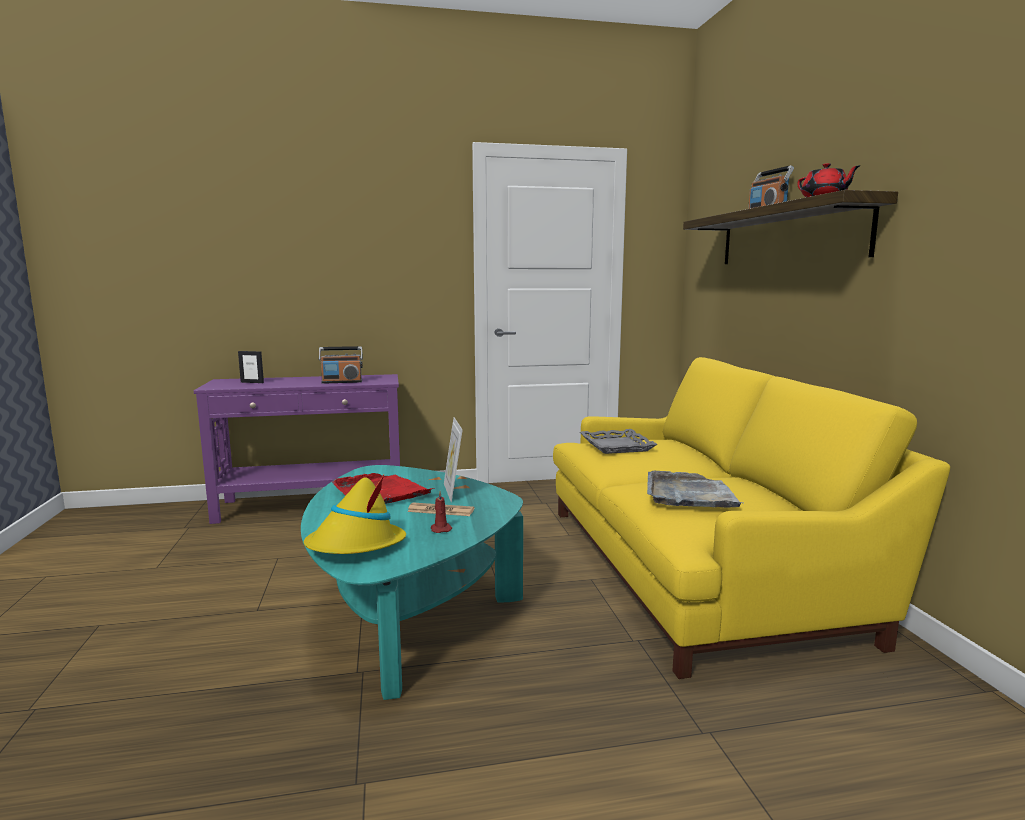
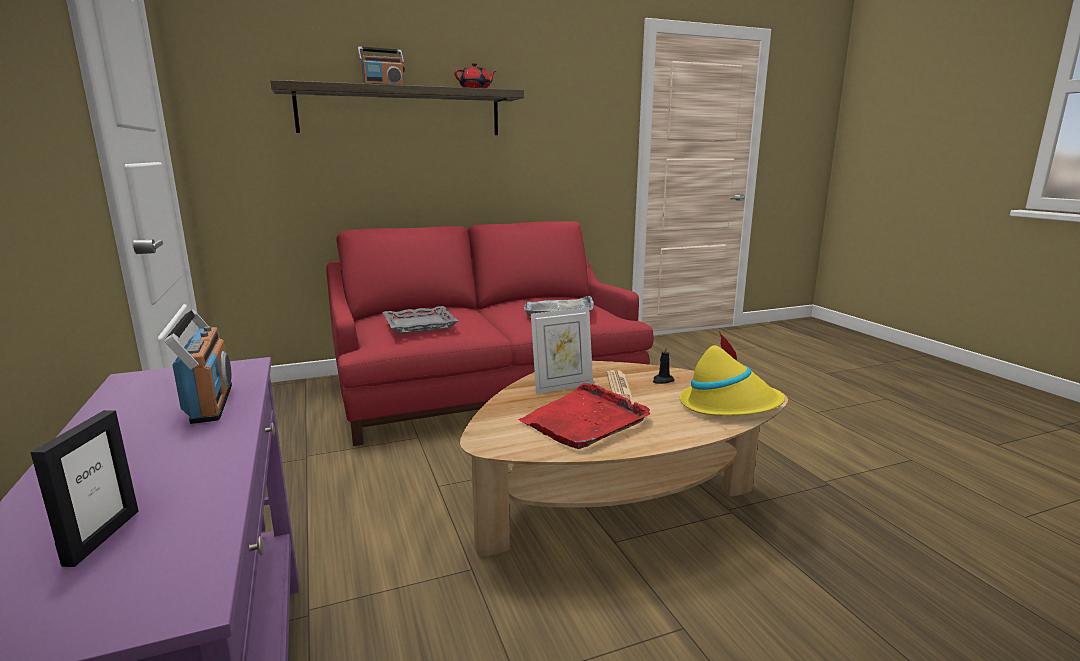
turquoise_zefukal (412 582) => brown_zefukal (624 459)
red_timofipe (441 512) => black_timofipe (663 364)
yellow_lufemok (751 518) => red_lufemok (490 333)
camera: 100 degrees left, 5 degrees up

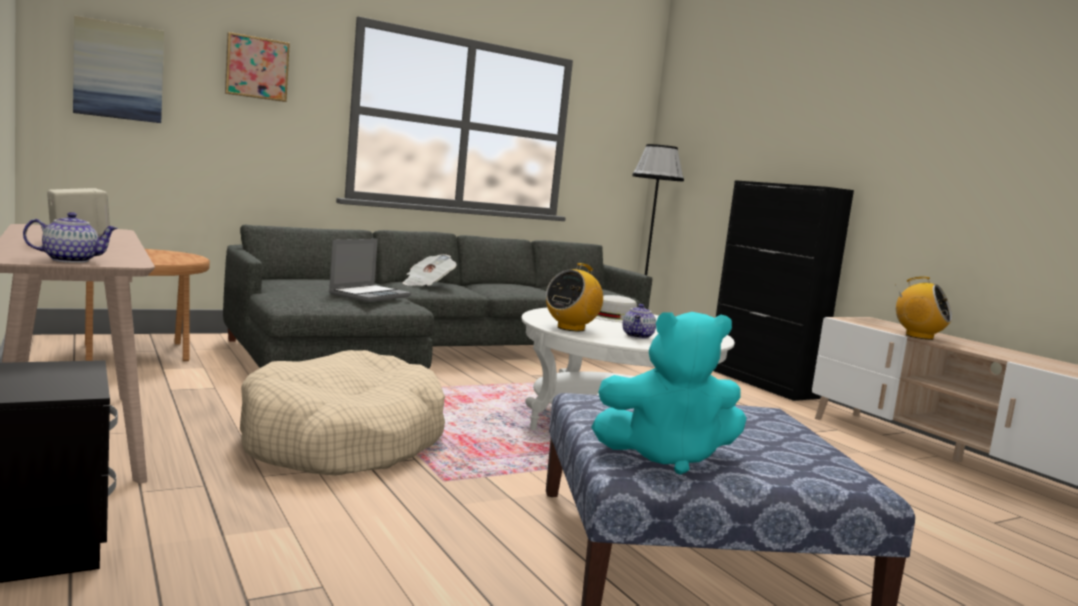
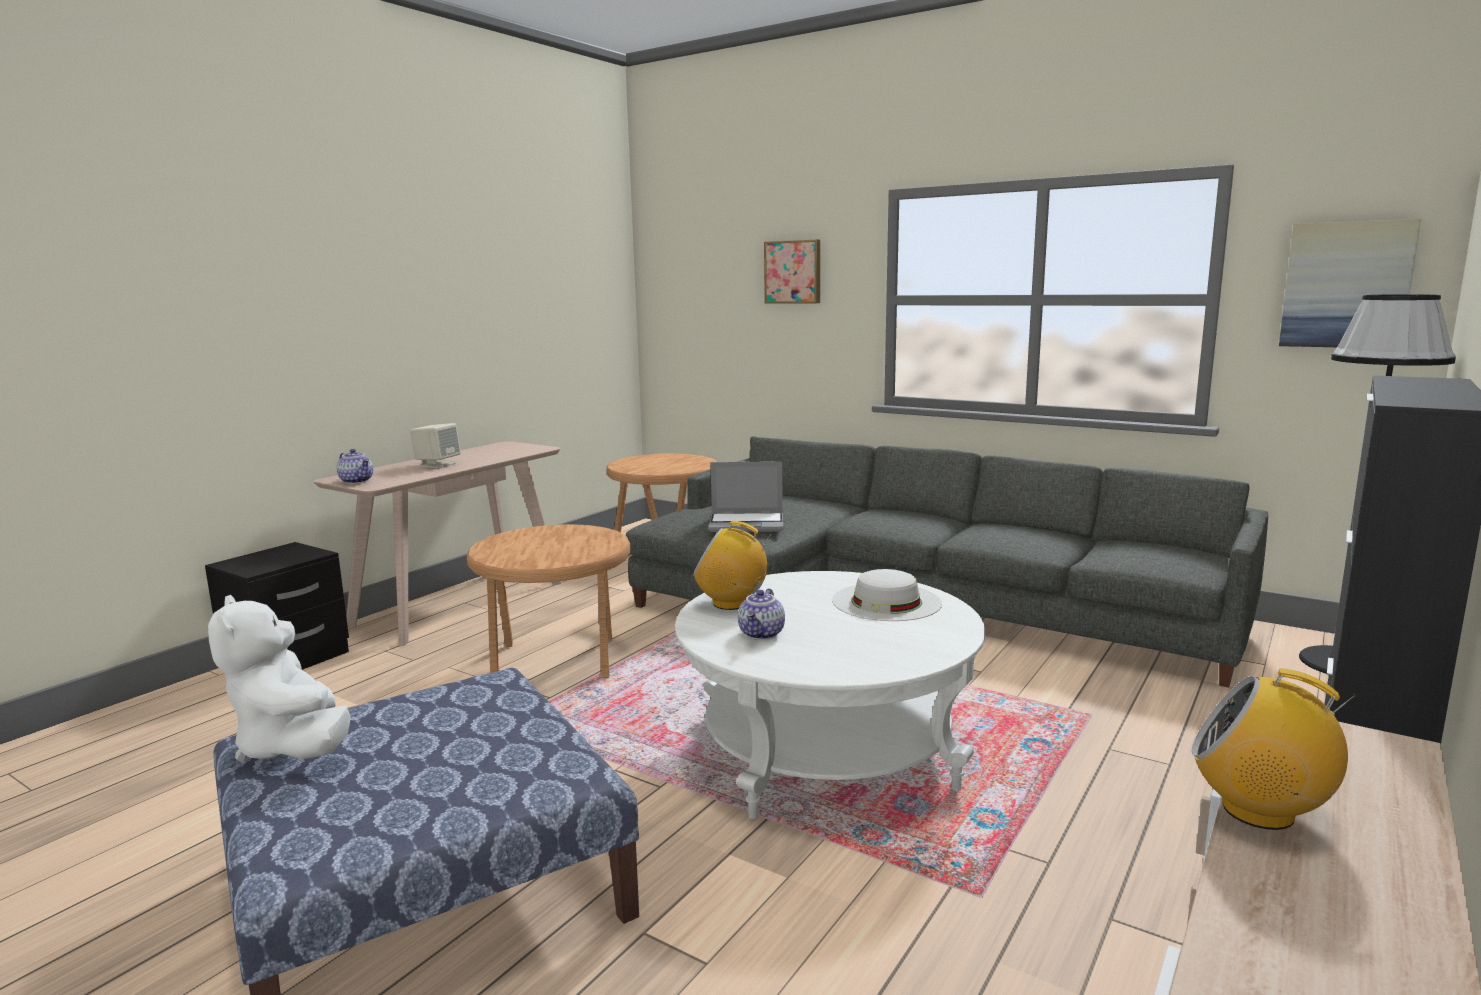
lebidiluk (429 270) => nothing
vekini (118 69) => vekini (1350 283), move
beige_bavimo (342 413) => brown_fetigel (549 601)
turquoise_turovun (669 393) => white_turovun (279 678)
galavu (639 321) => galavu (761 614), 60 degrees counterclockwise
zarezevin (923 308) => zarezevin (1274 749), 105 degrees clockwise
camera: 65 degrees right, 5 degrees up

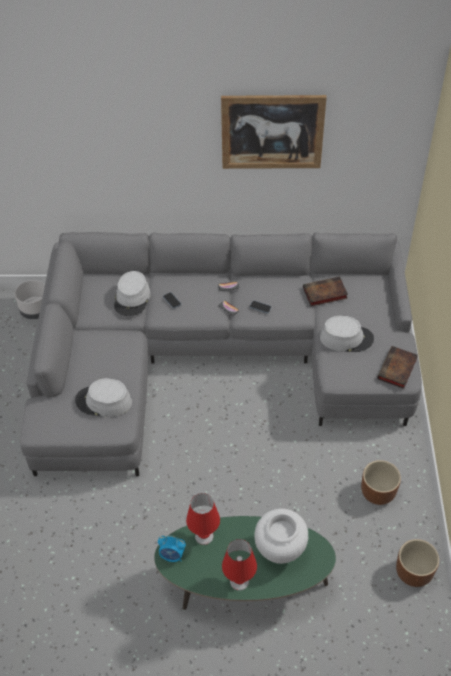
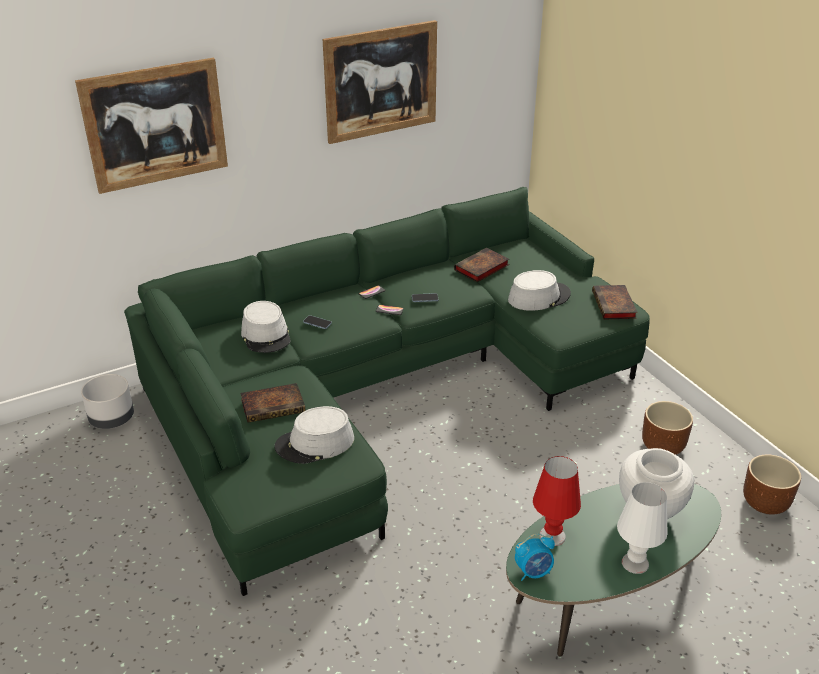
nothing => vekini (151 125)
nothing => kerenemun (273 403)
grey_lufemok (221 354) => green_lufemok (387 391)
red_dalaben (239 565) => white_dalaben (642 528)
camera: 30 degrees left, 15 degrees down

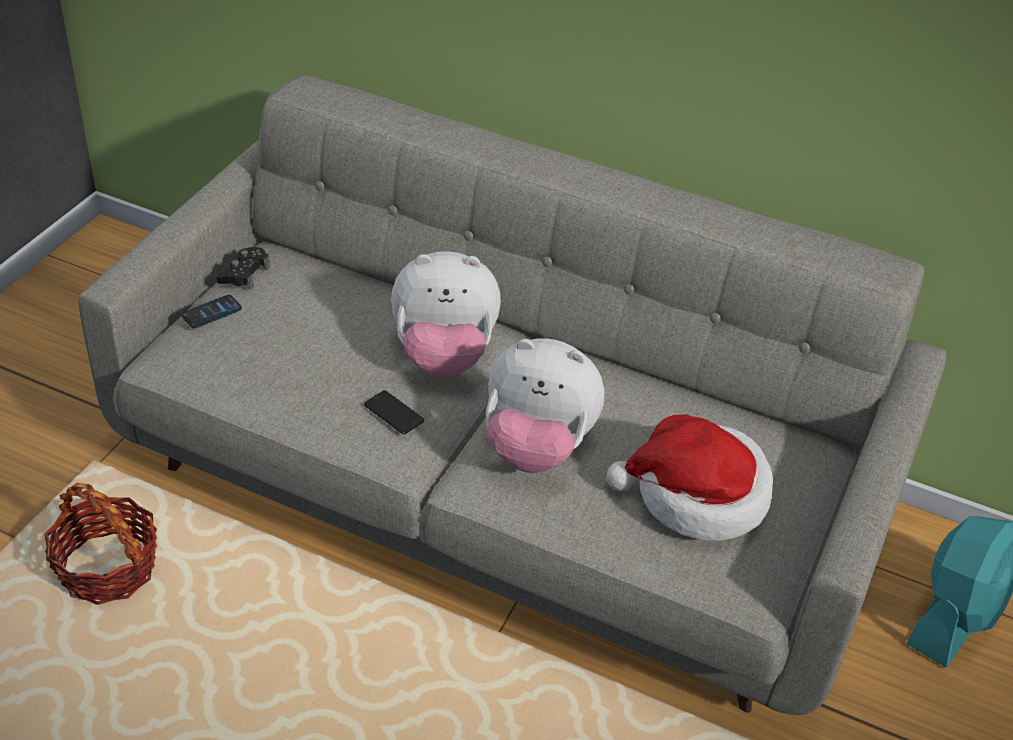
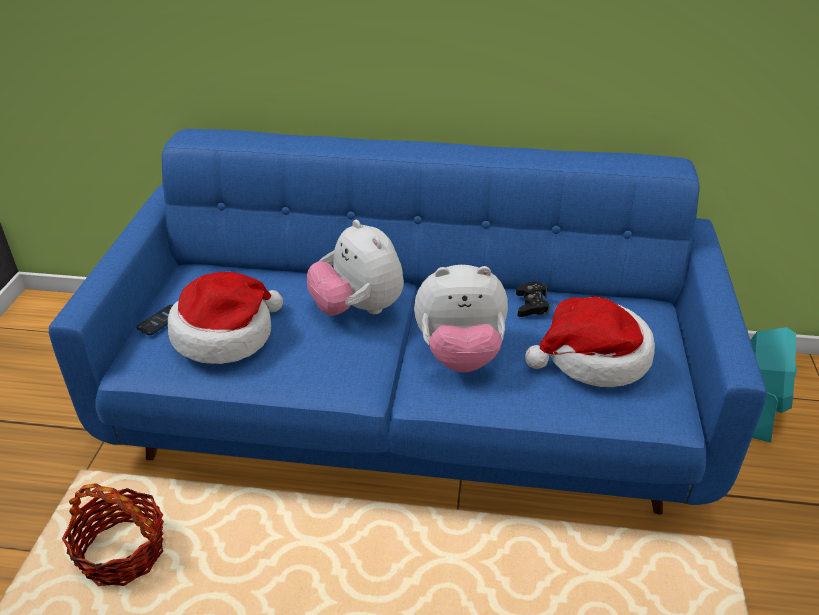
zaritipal (394 412) => nothing
nothing => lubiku (225 318)
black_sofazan (243 268) => black_sofazan (533 299), move
grey_lufemok (512 395) => blue_lufemok (408 322)
turovun (446 314) => turovun (355 268), 75 degrees clockwise
camera: 15 degrees left, 5 degrees down

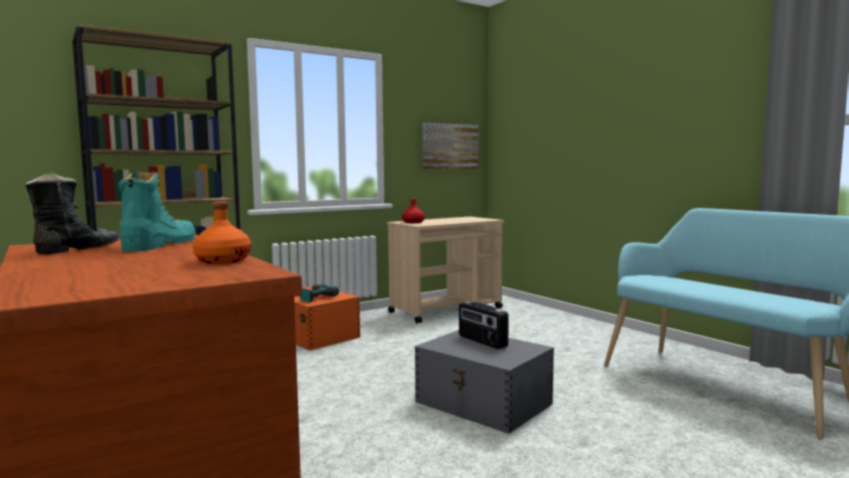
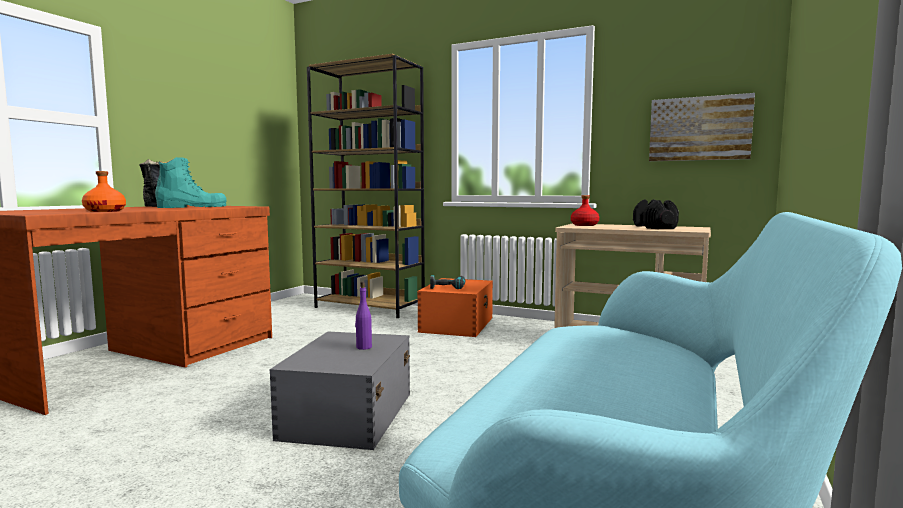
nothing => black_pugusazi (656 214)
zarezevin (484 325) => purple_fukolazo (363 316)
camera: 60 degrees right, 0 degrees up

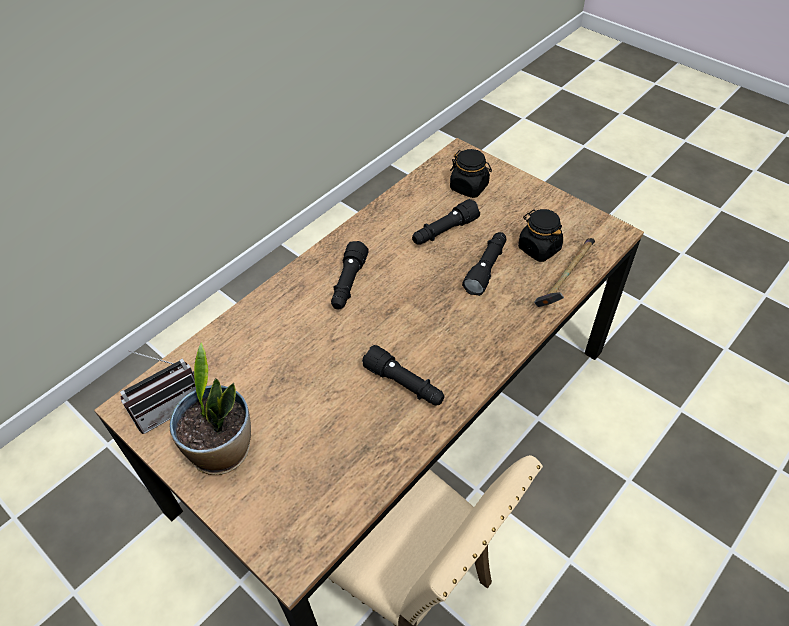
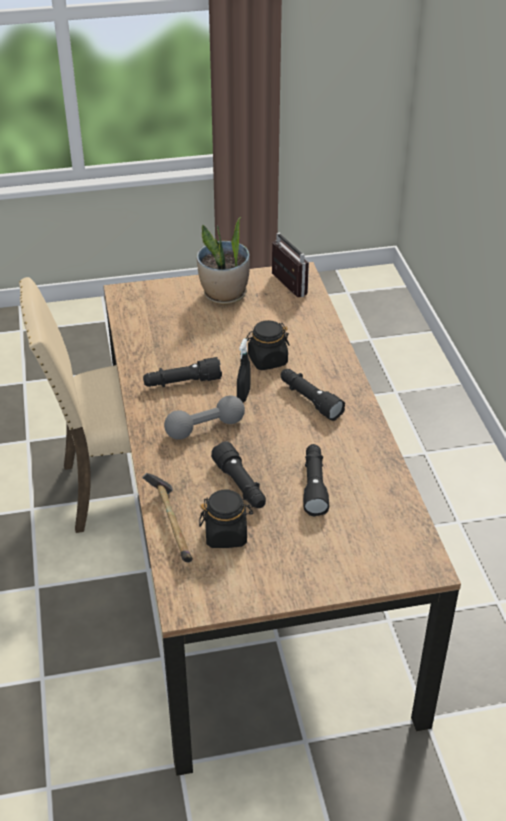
nothing => grey_pugusazi (204 418)
nothing => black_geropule (243 371)
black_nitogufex (471 173) => black_nitogufex (268 345), move
zarezevin (158 392) => zarezevin (290 264), 150 degrees clockwise
camera: 125 degrees right, 10 degrees down

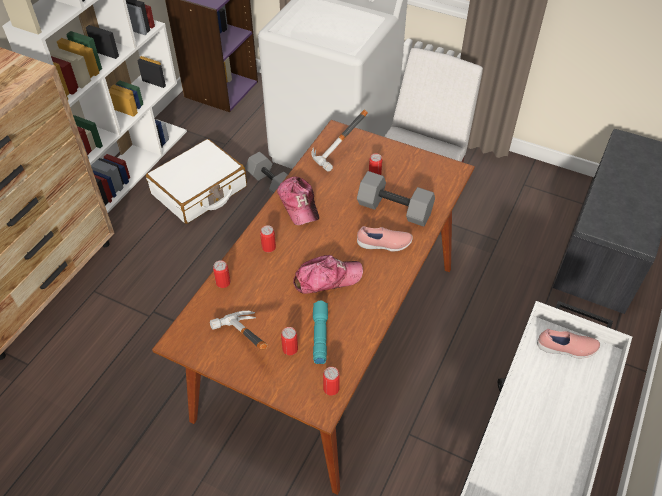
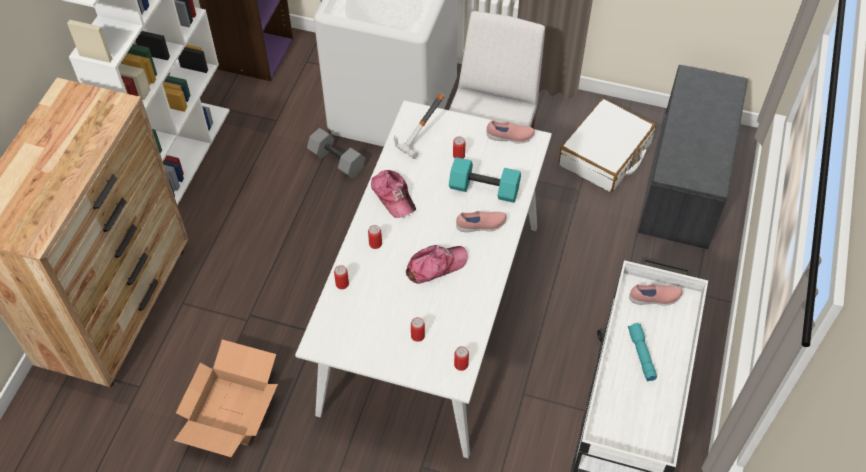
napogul (238 330) => nothing
nothing => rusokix (226 398)
nothing => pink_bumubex (510 131)
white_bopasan (196 181) => white_bopasan (607 145), move
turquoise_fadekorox (320 332) => turquoise_fadekorox (642 352), move
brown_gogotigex (313 307) => white_gogotigex (423 279)
grey_pugusazi (396 199) => turquoise_pugusazi (485 180)
camera: 10 degrees left, 5 degrees up

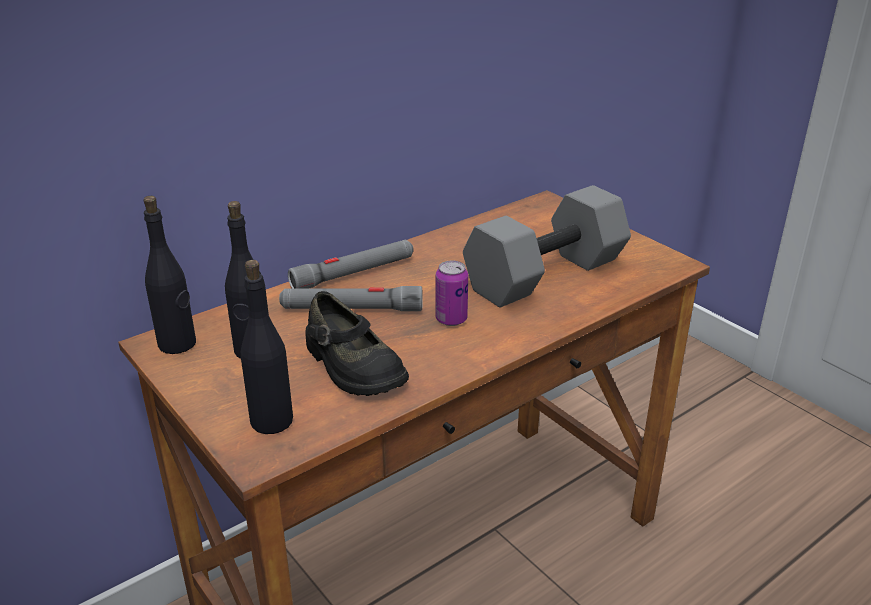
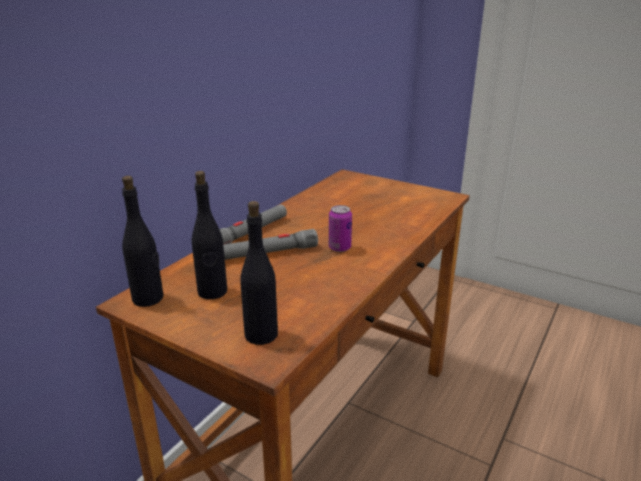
black_bumubex (357 343) => nothing
grey_pugusazi (547 246) => nothing
camera: 20 degrees left, 5 degrees down

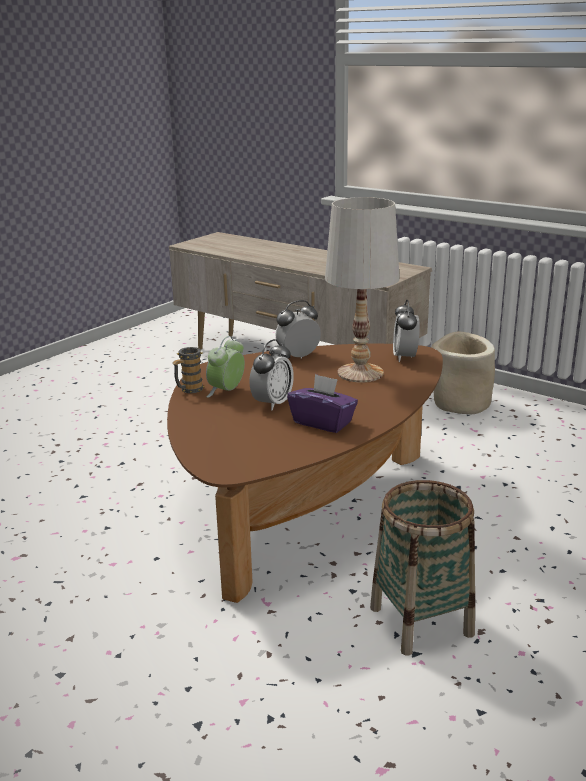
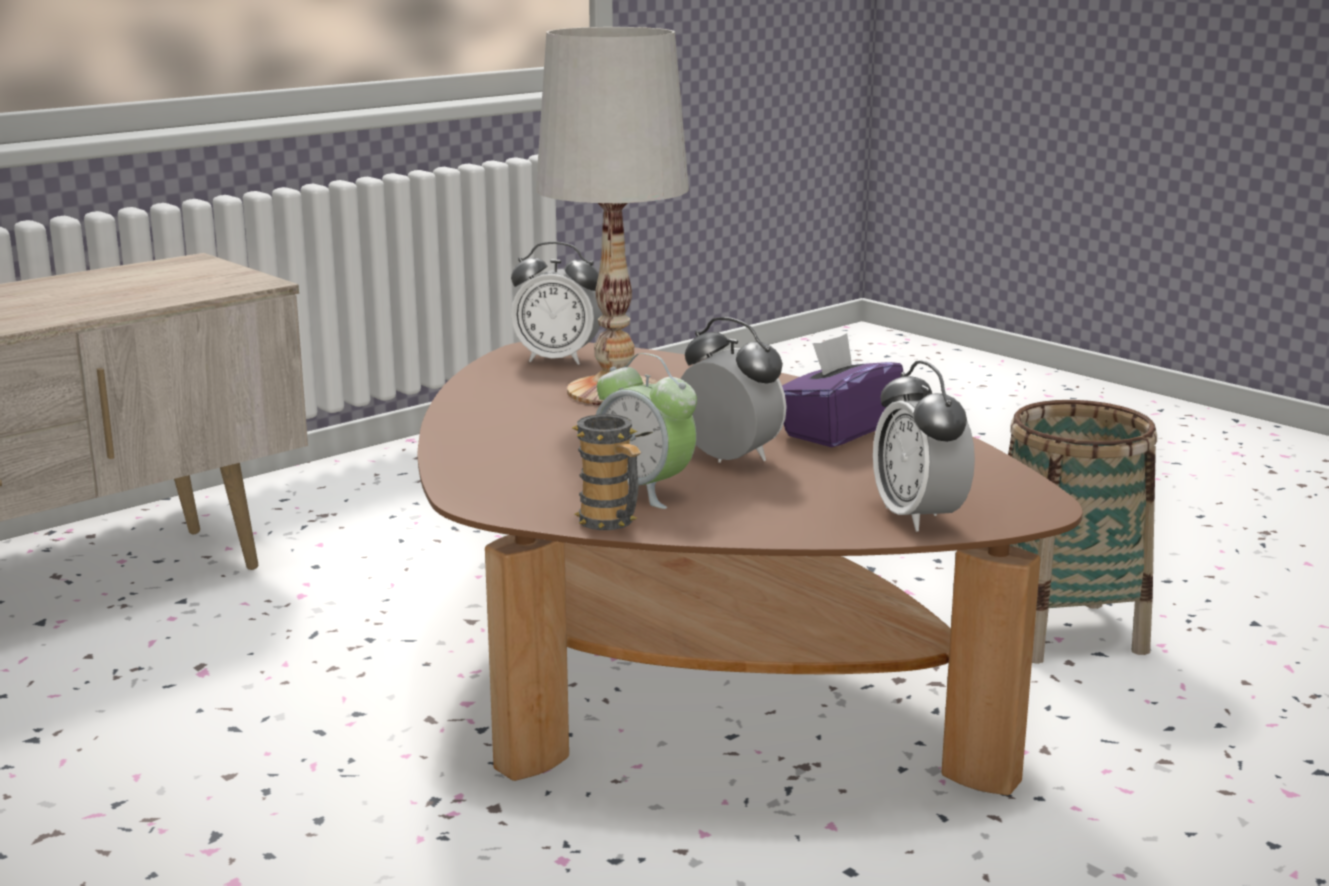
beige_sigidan (463 373) => nothing
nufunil (298 329) => nufunil (924 446), move
camera: 80 degrees left, 5 degrees down

